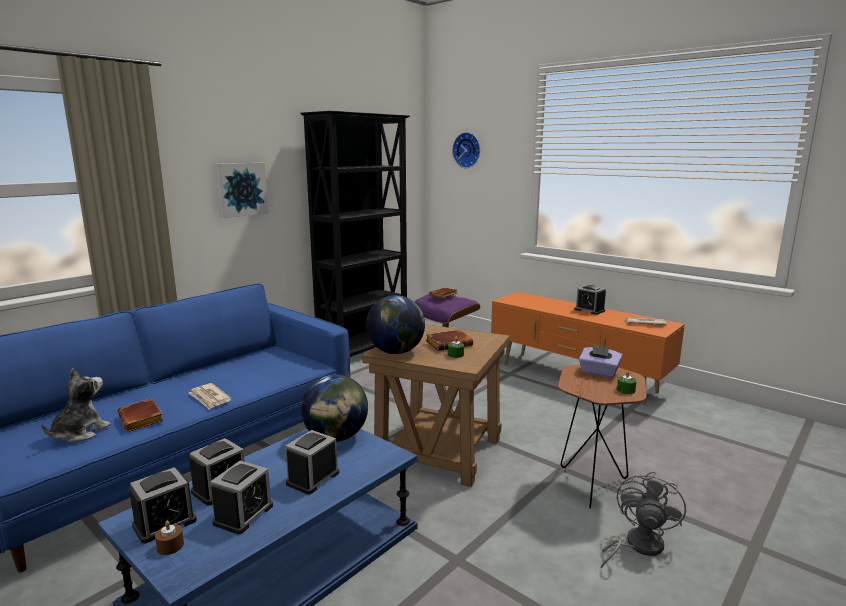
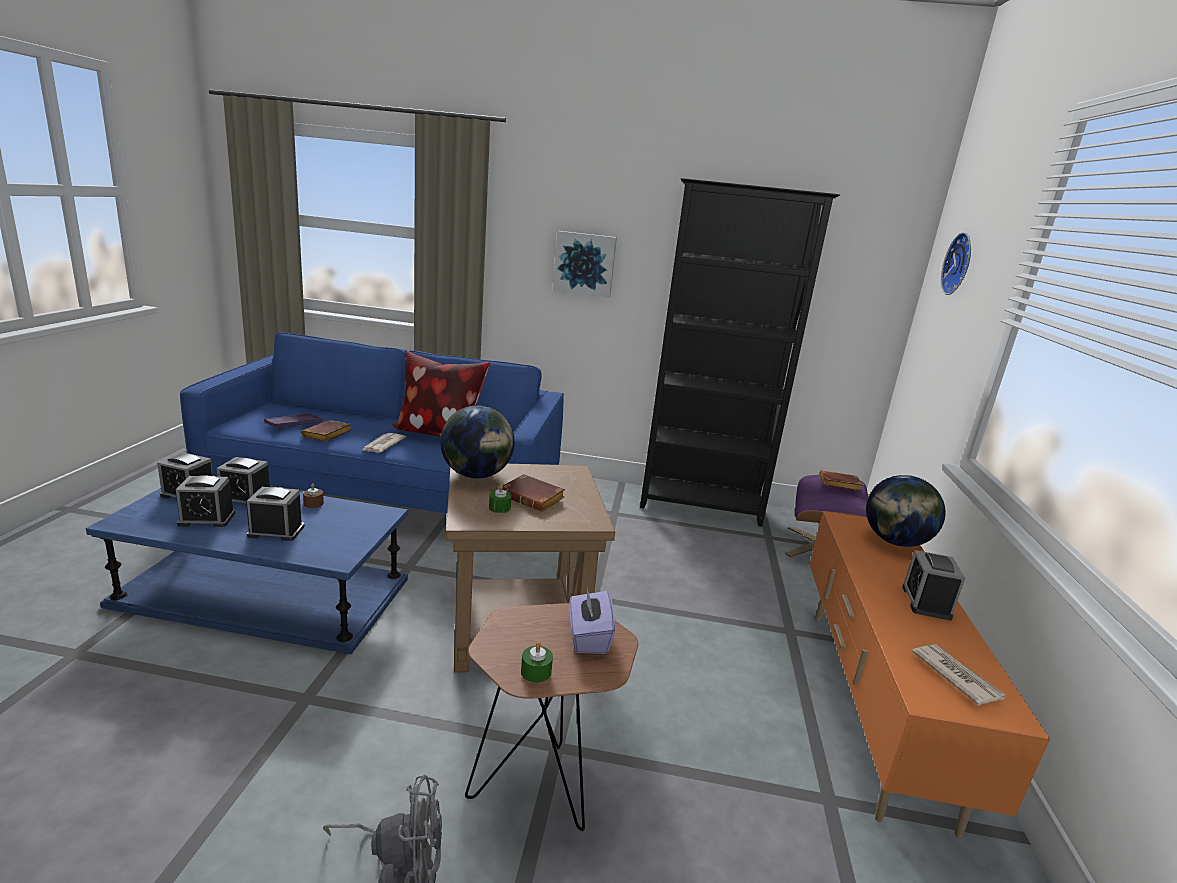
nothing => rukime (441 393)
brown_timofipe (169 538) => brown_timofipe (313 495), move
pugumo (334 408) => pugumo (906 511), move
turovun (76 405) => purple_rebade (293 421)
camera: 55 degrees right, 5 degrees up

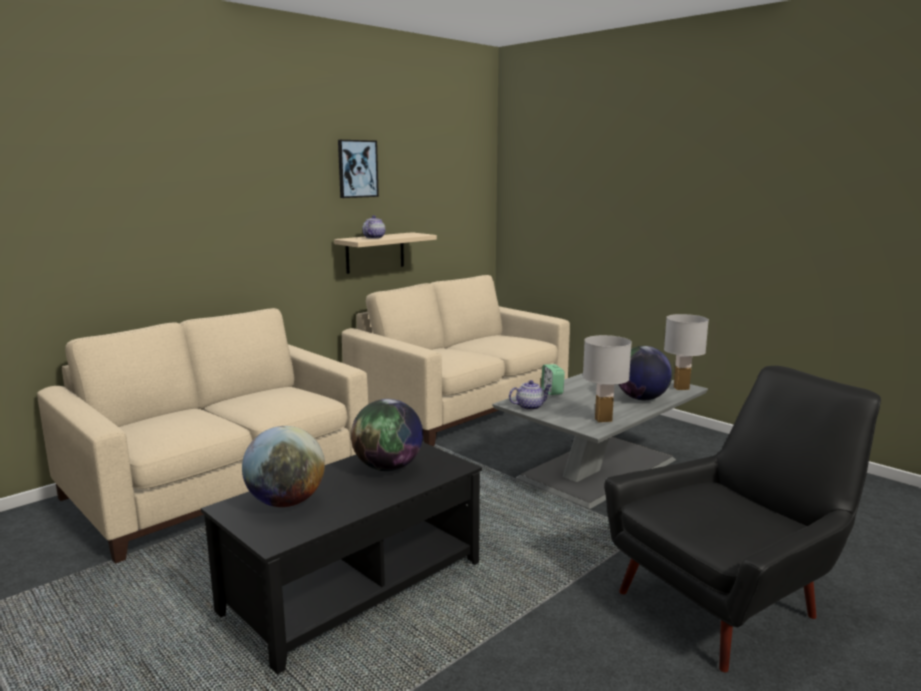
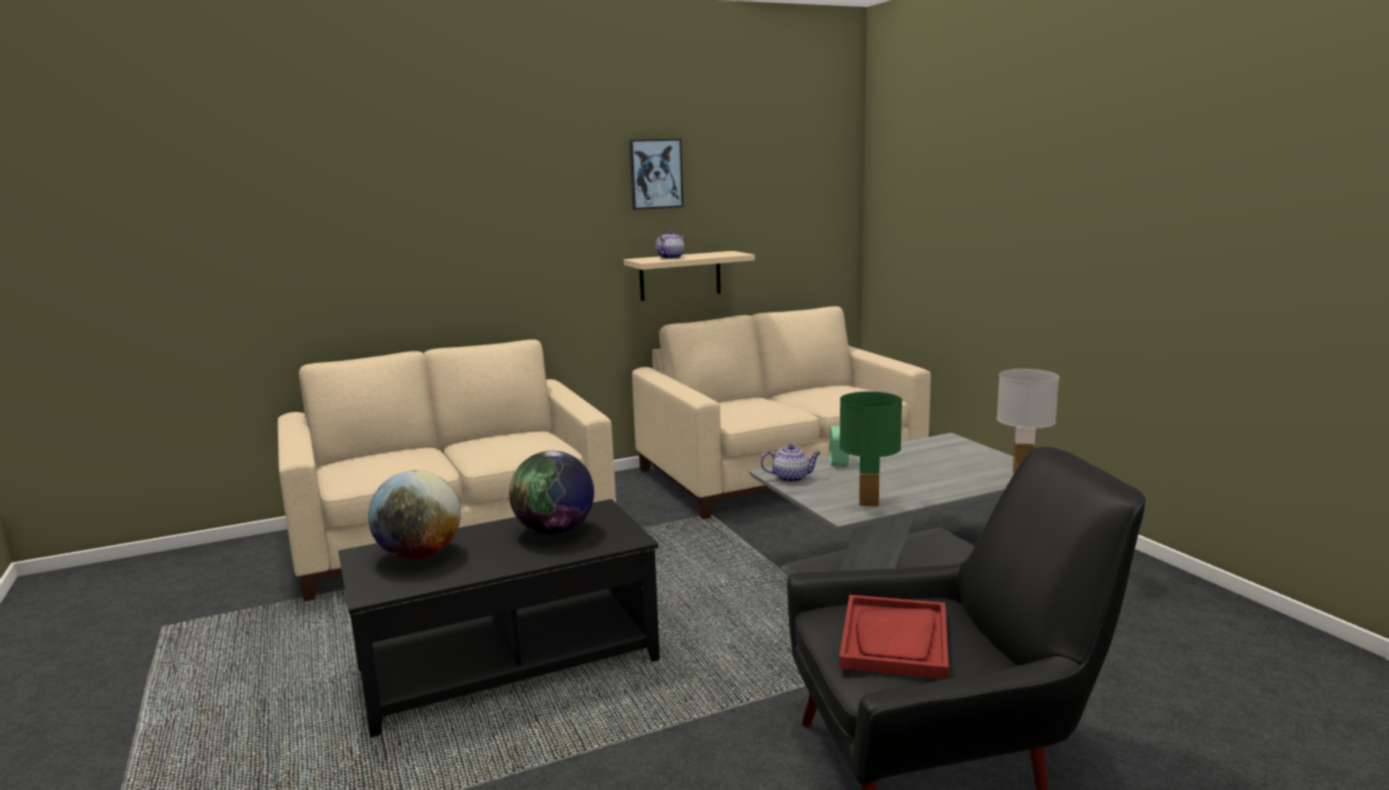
pugumo (645 373) => nothing
nothing => red_rebade (894 637)
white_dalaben (607 378) => green_dalaben (870 449)
camera: 20 degrees right, 0 degrees up

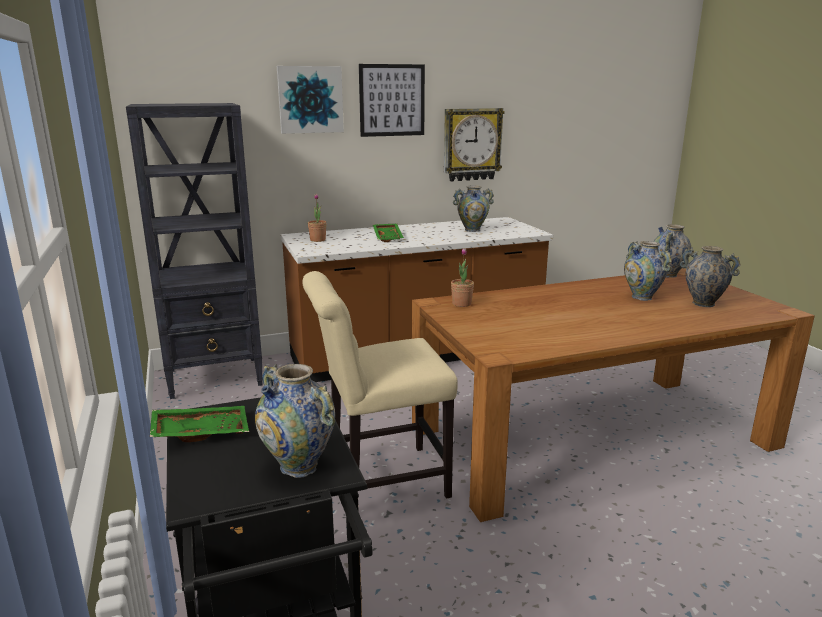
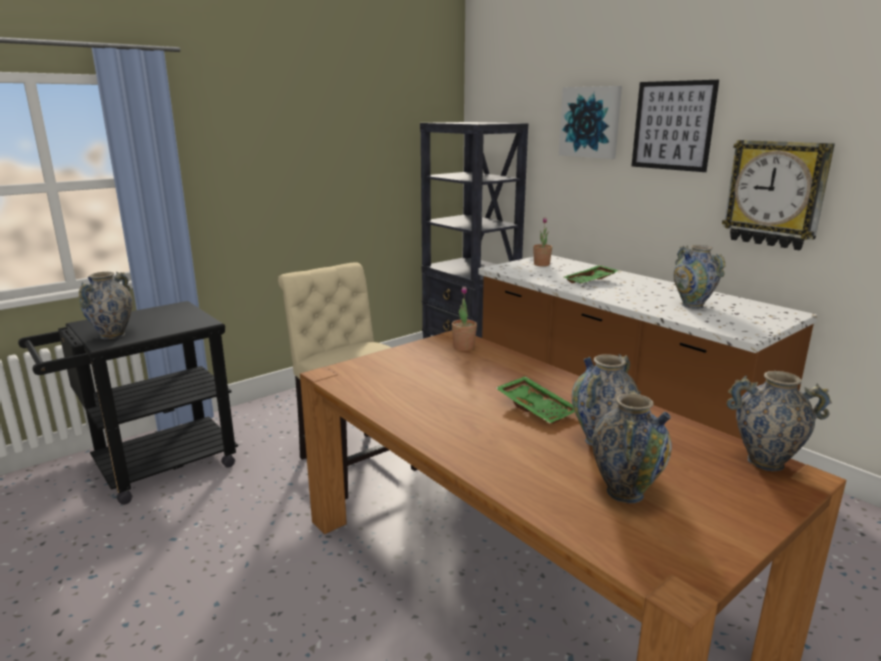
green_rebade (199 424) => green_rebade (535 400), move
camera: 70 degrees right, 0 degrees up

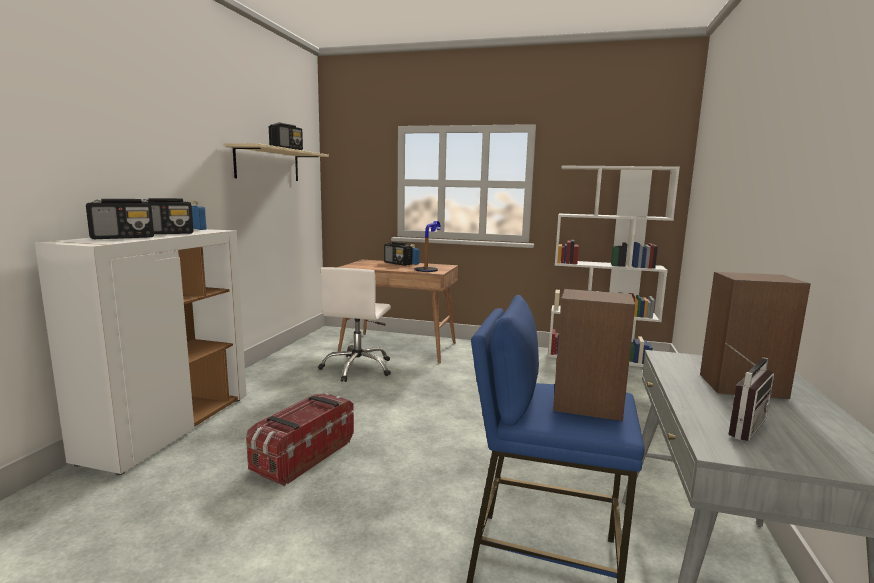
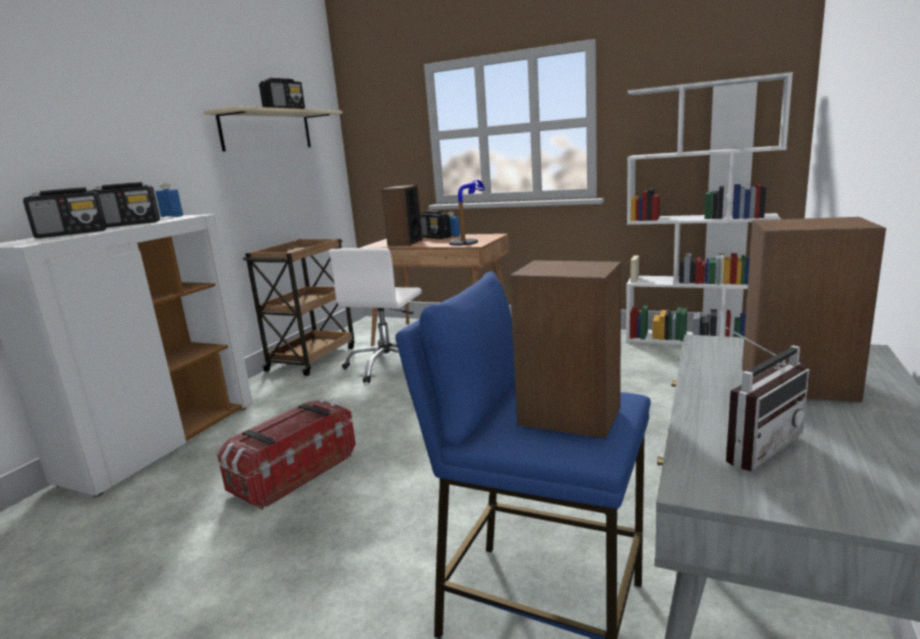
nothing => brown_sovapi (299 307)
nothing => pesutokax (402 215)
camera: 10 degrees right, 5 degrees up

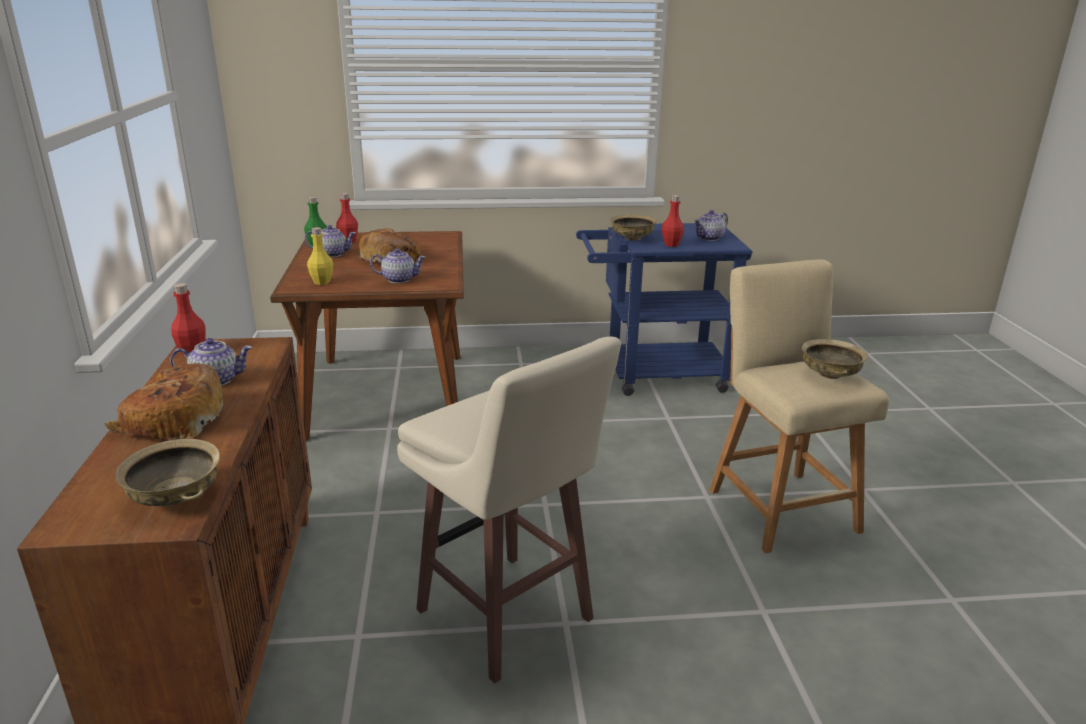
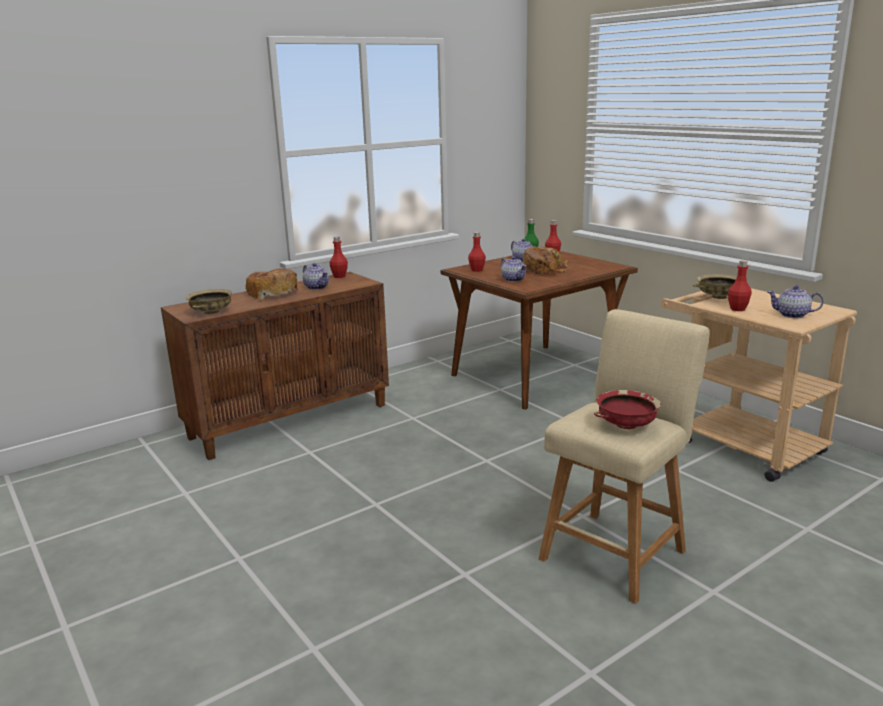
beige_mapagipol (509 510) => nothing
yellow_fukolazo (320 256) => red_fukolazo (477 252)
blue_sovapi (664 309) => beige_sovapi (758 385)
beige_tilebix (835 359) => red_tilebix (627 409)
camera: 60 degrees right, 5 degrees down

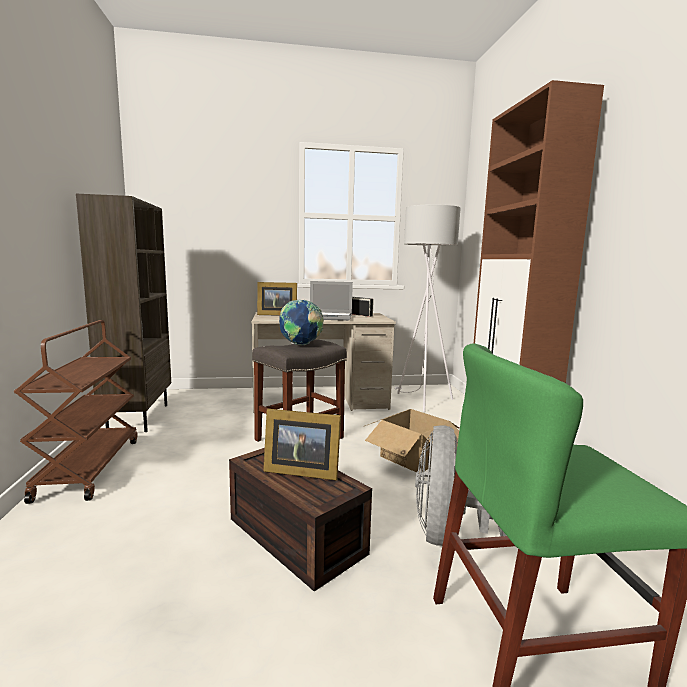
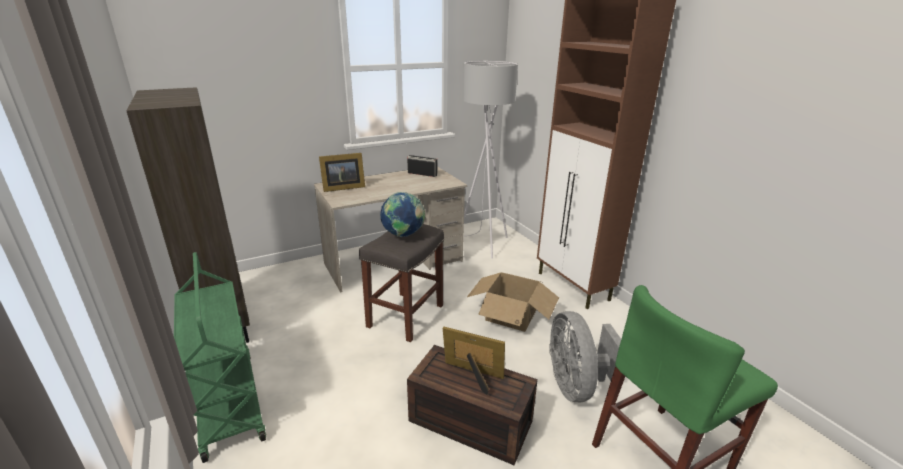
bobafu (331 301) => nothing
brown_sovapi (75 412) => green_sovapi (220 357)
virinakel (302 444) => virinakel (474 361), 150 degrees counterclockwise
camera: 20 degrees left, 15 degrees up

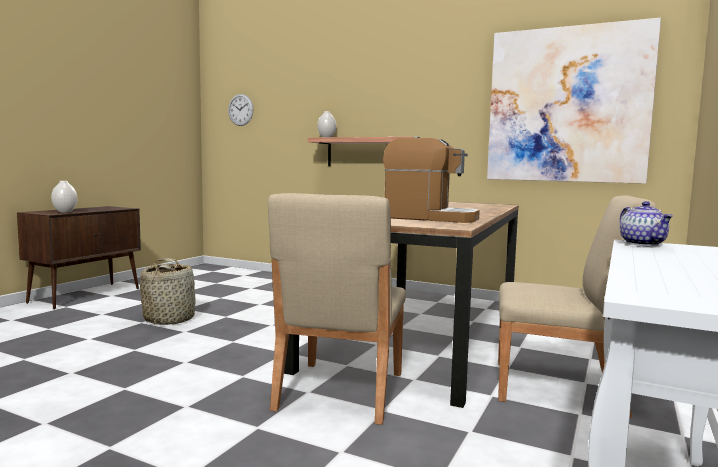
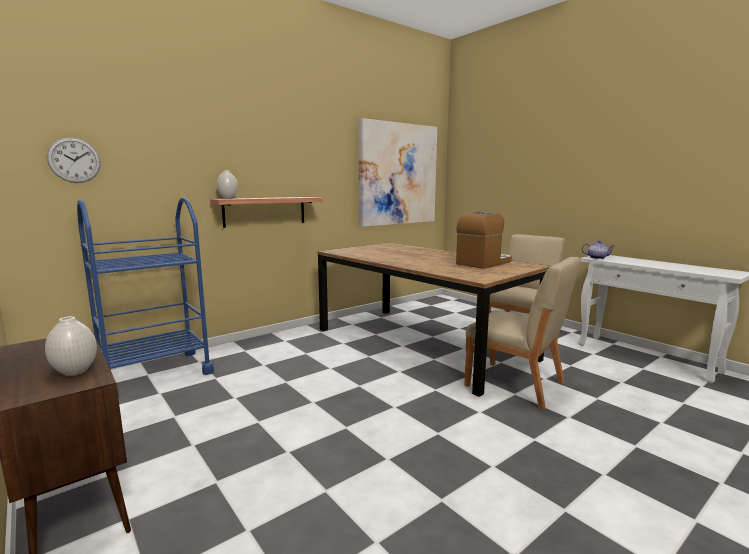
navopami (167 291) => nothing
nothing => blue_sovapi (145 297)
camera: 65 degrees left, 5 degrees up

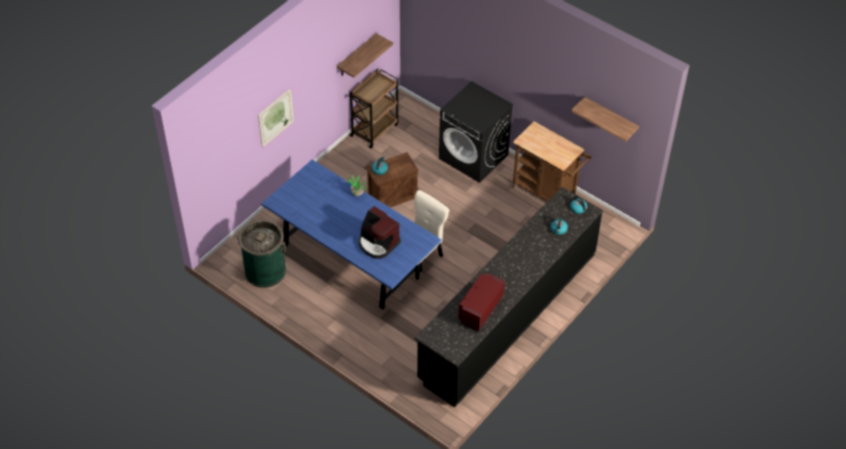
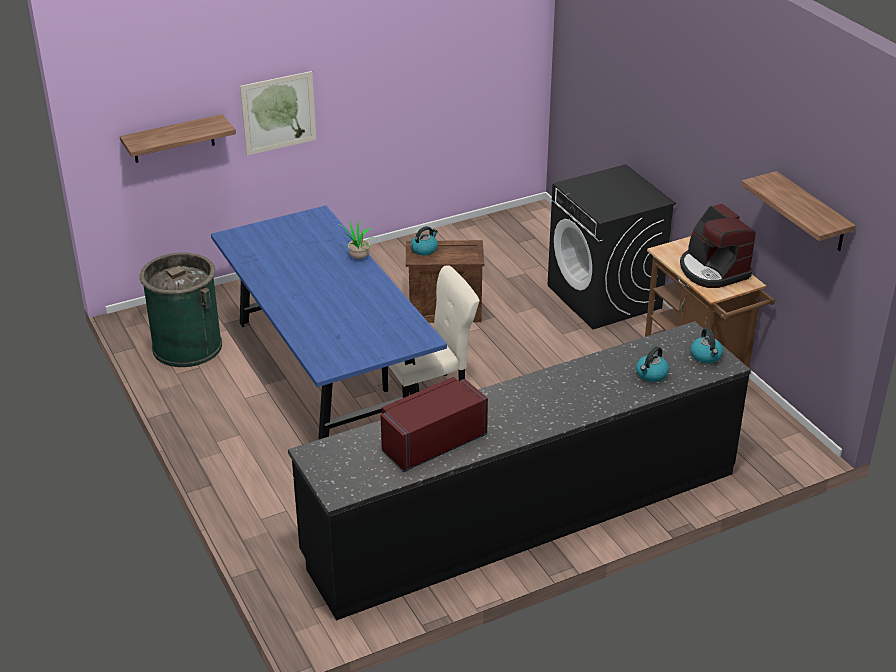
brown_sovapi (374 108) => nothing
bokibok (365 55) => bokibok (178 138), move
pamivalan (380 232) => pamivalan (718 246), move
camera: 25 degrees right, 15 degrees down

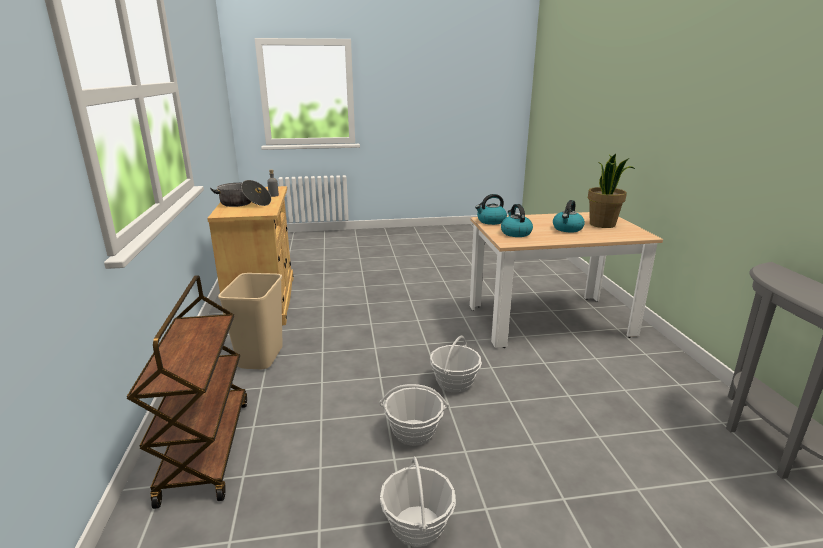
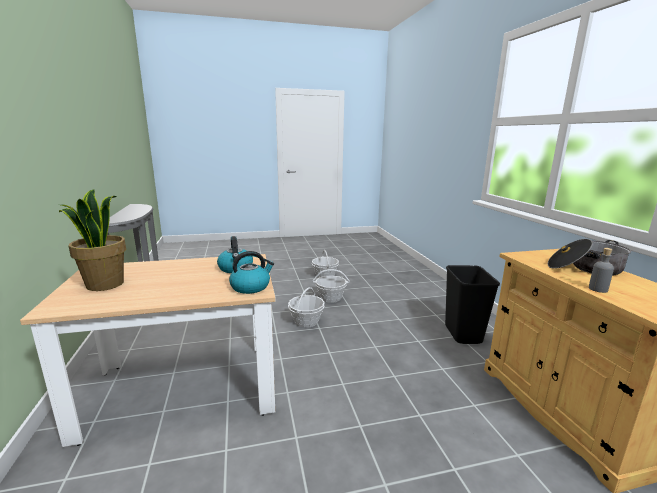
brown_sovapi (187 392) => nothing
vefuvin (569 216) => nothing
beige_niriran (250 321) => black_niriran (472 304)
camera: 175 degrees right, 5 degrees down

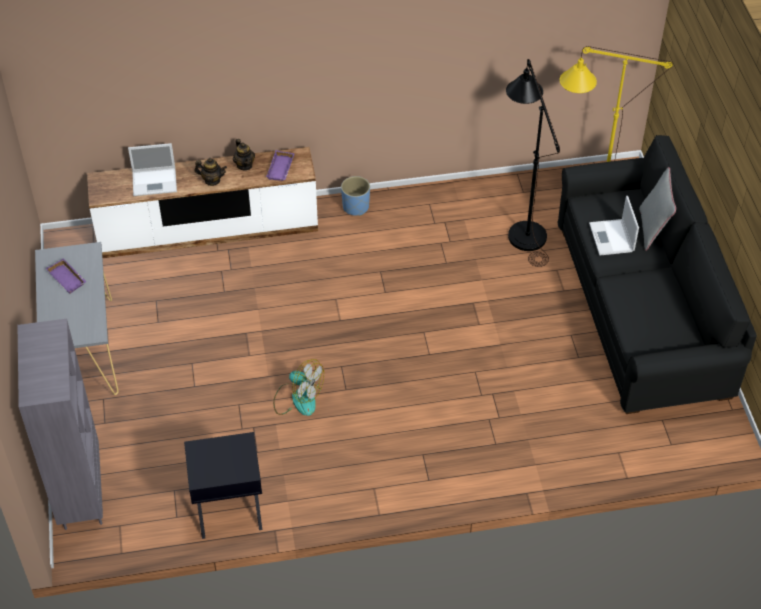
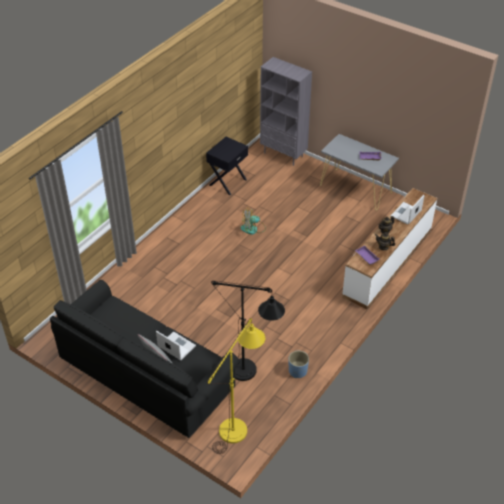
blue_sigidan (355 196) => blue_sigidan (298 364), move
camera: 135 degrees right, 5 degrees down

